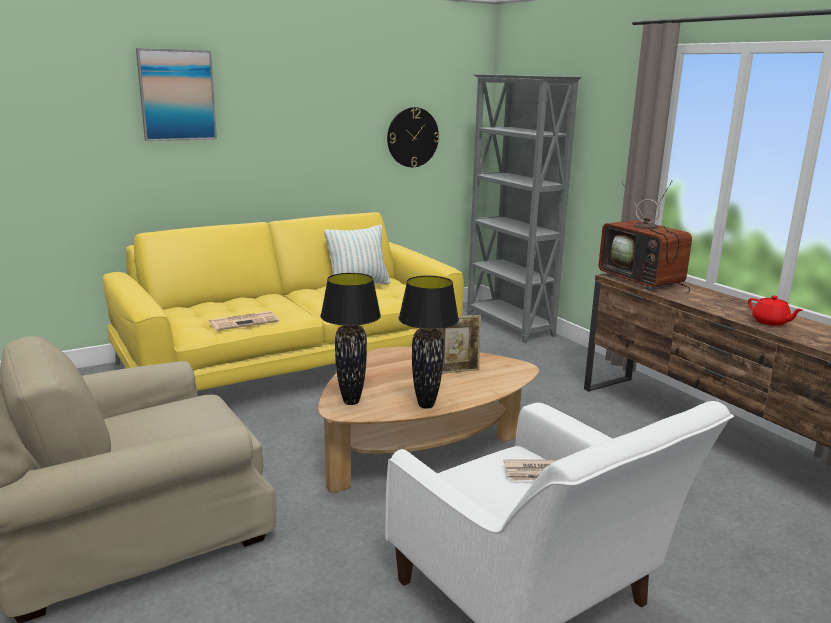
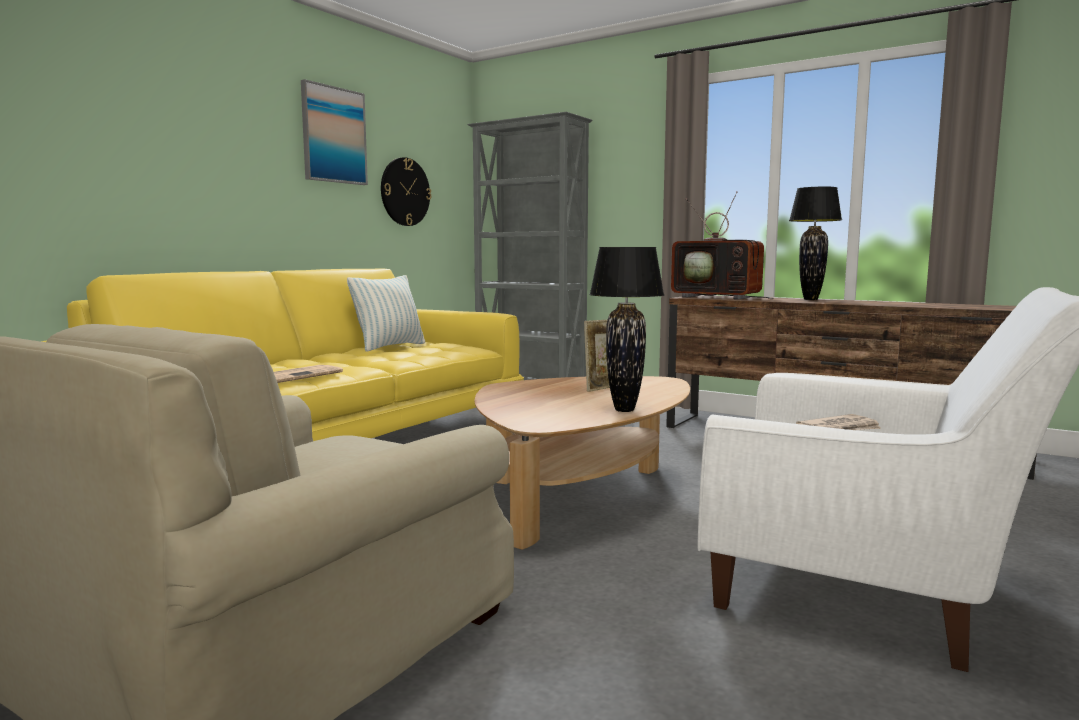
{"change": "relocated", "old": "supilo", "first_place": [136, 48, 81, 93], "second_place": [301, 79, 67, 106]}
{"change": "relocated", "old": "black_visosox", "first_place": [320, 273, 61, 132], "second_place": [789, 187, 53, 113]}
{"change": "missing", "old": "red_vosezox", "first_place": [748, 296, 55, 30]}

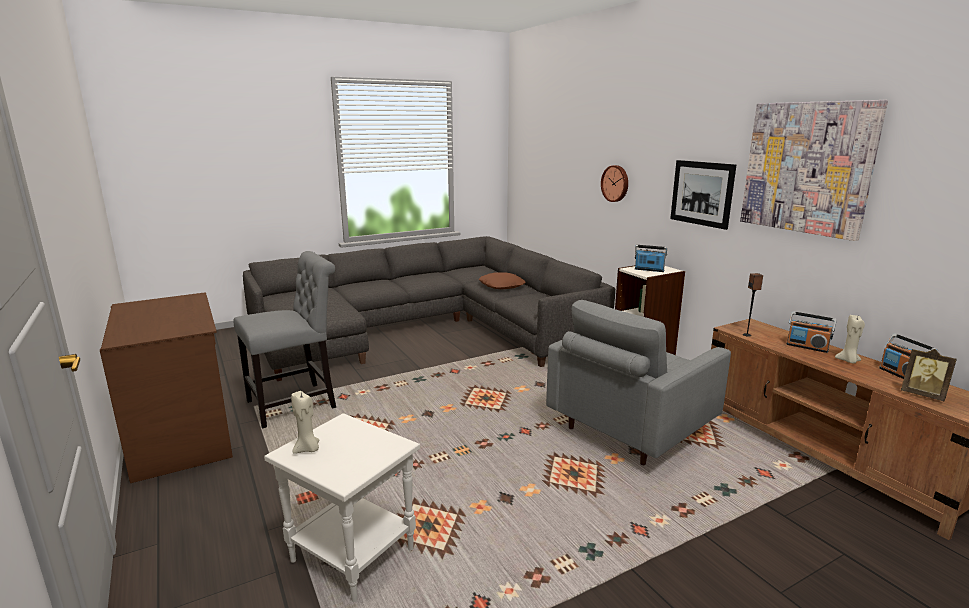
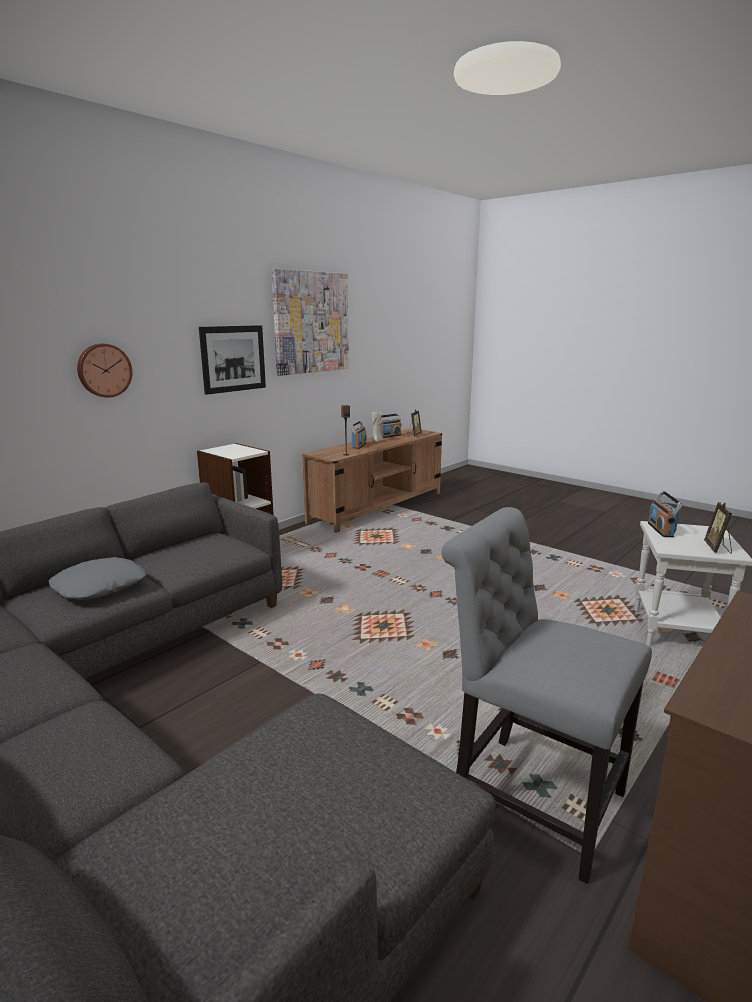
{"change": "colour", "old": "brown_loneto", "new": "grey_loneto", "first_place": [479, 272, 46, 17], "second_place": [48, 557, 98, 43]}
{"change": "relocated", "old": "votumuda", "first_place": [635, 245, 32, 27], "second_place": [648, 490, 35, 47]}
{"change": "exchanged", "old": "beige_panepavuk", "new": "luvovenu", "first_place": [291, 391, 28, 63], "second_place": [704, 502, 28, 52]}
{"change": "missing", "old": "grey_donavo", "first_place": [546, 300, 185, 165]}

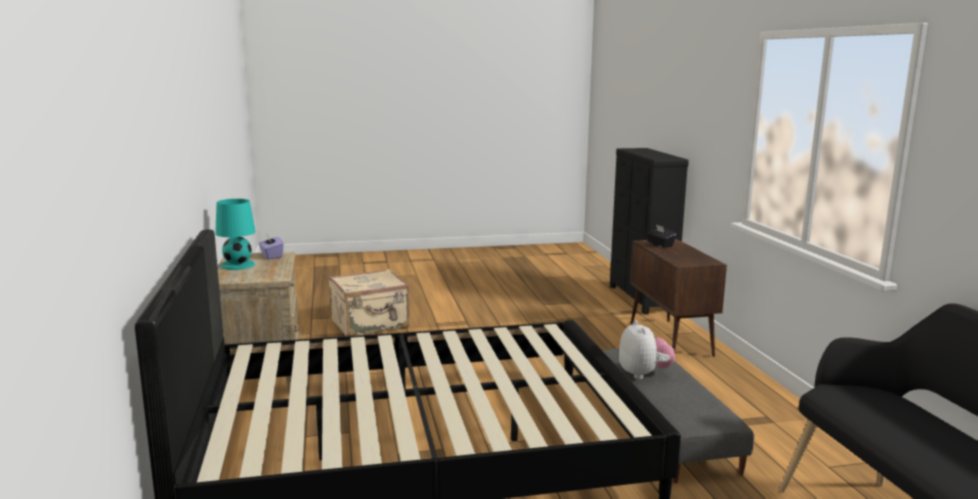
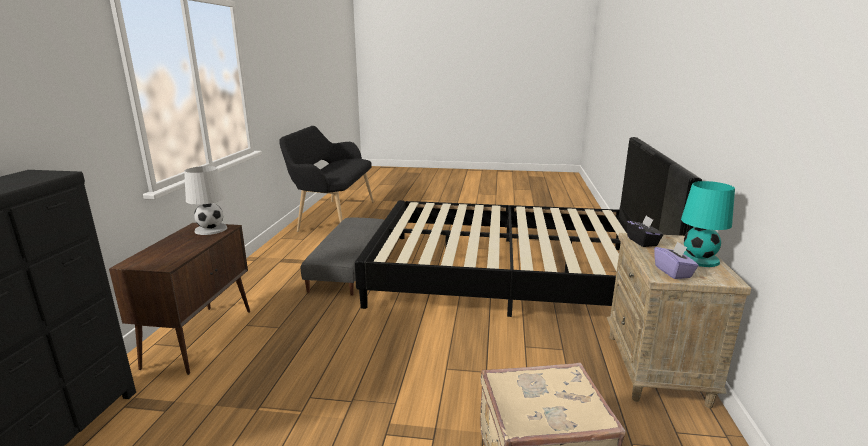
{"change": "appeared", "new": "white_visosox", "second_place": [184, 166, 43, 69]}
{"change": "relocated", "old": "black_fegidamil", "first_place": [647, 224, 29, 24], "second_place": [627, 216, 36, 31]}
{"change": "missing", "old": "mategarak", "first_place": [619, 320, 56, 59]}

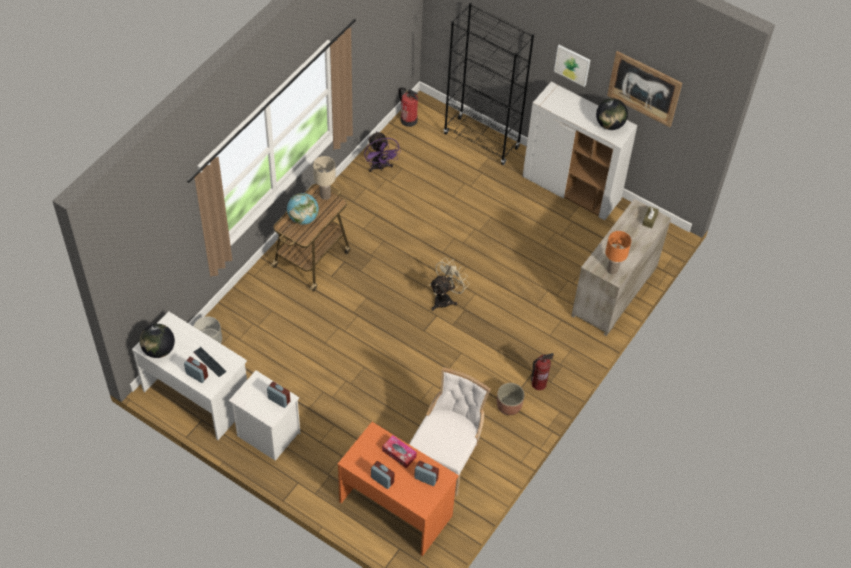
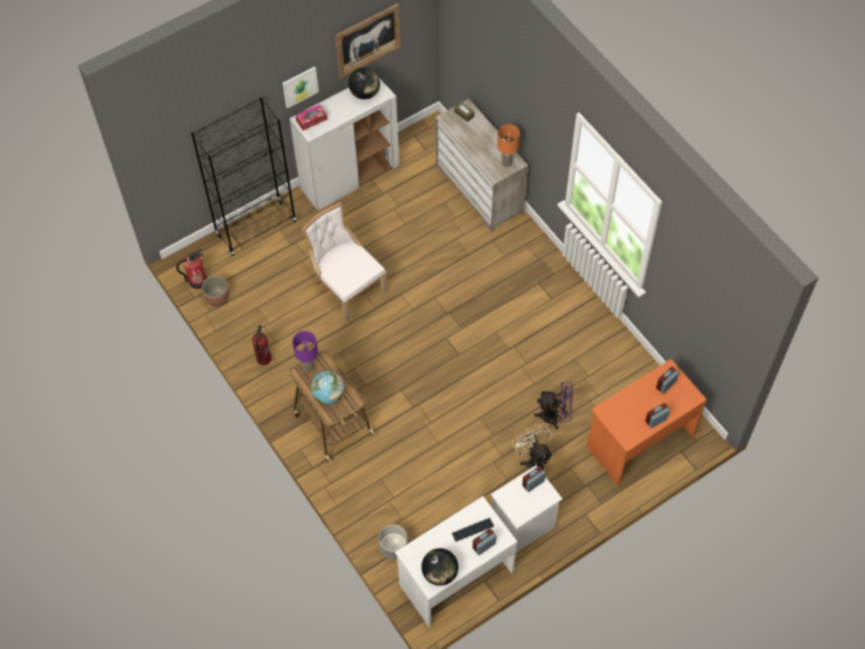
{"change": "relocated", "old": "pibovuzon", "first_place": [497, 383, 28, 32], "second_place": [202, 276, 27, 31]}
{"change": "relocated", "old": "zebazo", "first_place": [531, 353, 23, 37], "second_place": [252, 325, 19, 40]}
{"change": "colour", "old": "beige_visosox", "new": "purple_visosox", "first_place": [313, 156, 23, 44], "second_place": [292, 331, 26, 41]}
{"change": "relocated", "old": "fegidamil", "first_place": [382, 435, 35, 33], "second_place": [296, 104, 31, 27]}
{"change": "relocated", "old": "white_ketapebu", "first_place": [409, 367, 81, 130], "second_place": [302, 202, 86, 123]}
{"change": "relocated", "old": "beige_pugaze", "first_place": [429, 258, 40, 53], "second_place": [512, 424, 41, 46]}
{"change": "relocated", "old": "purple_pugaze", "first_place": [364, 131, 37, 41], "second_place": [534, 382, 39, 47]}

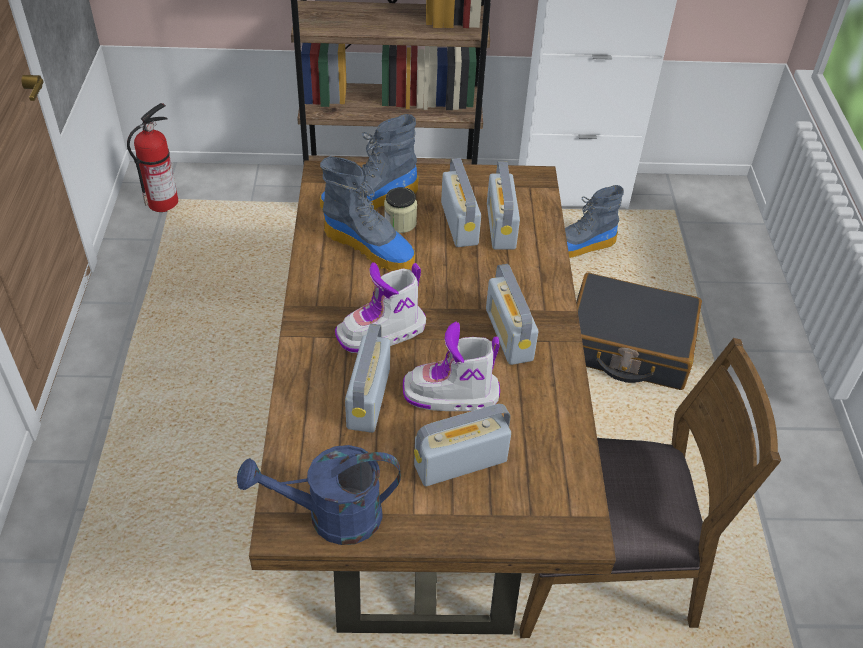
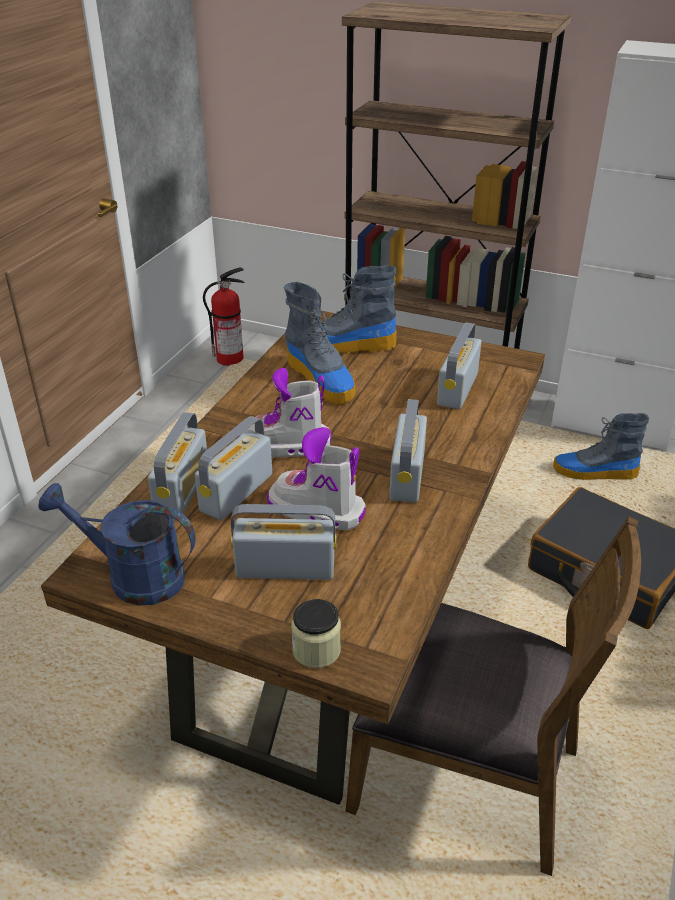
{"change": "relocated", "old": "votumuda", "first_place": [441, 158, 40, 89], "second_place": [148, 412, 59, 102]}
{"change": "relocated", "old": "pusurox", "first_place": [384, 187, 33, 46], "second_place": [291, 599, 50, 69]}

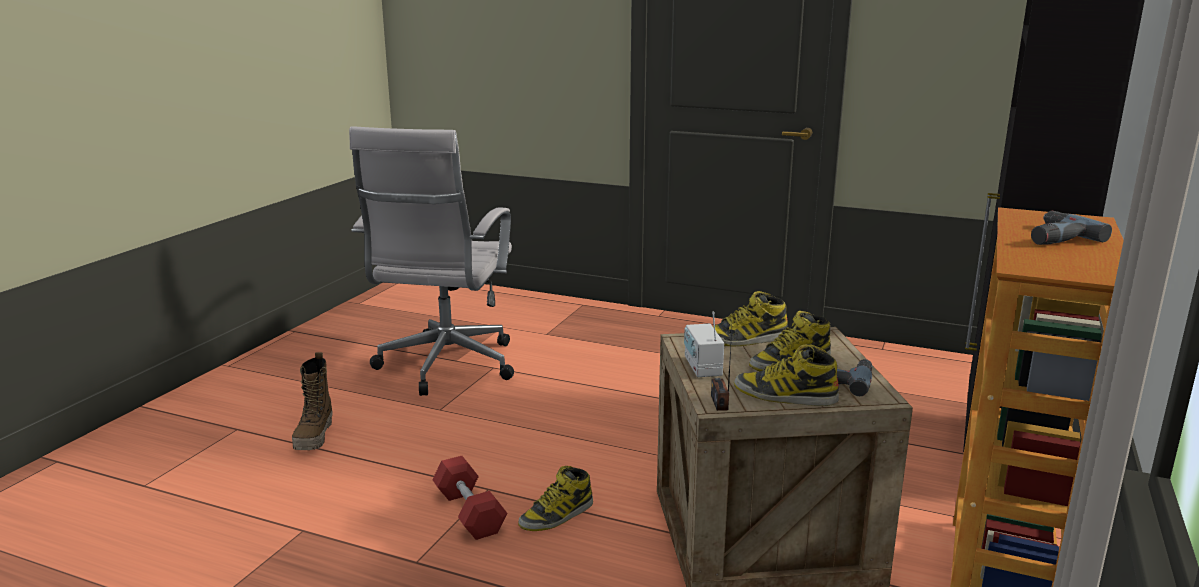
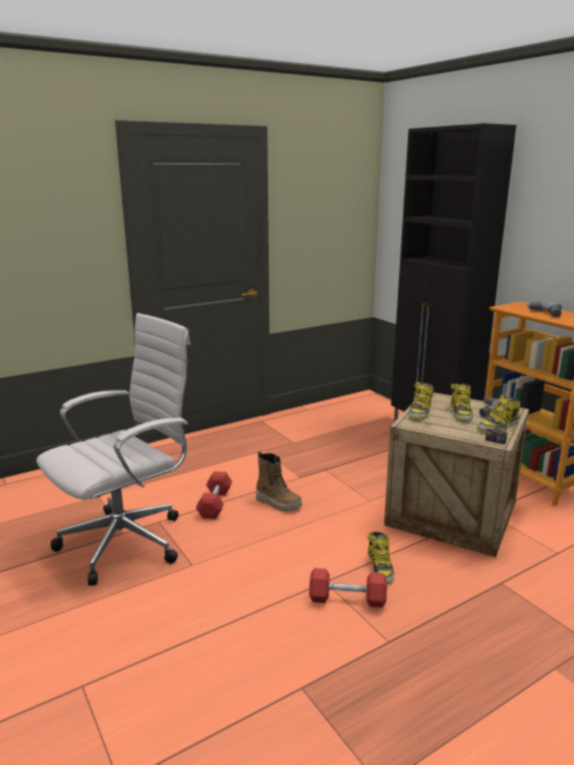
{"change": "spun", "old": "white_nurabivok", "first_place": [349, 127, 165, 269], "second_place": [36, 313, 155, 273], "degrees": -90}
{"change": "appeared", "new": "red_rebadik", "second_place": [196, 471, 36, 48]}
{"change": "relocated", "old": "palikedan", "first_place": [292, 352, 41, 98], "second_place": [256, 451, 46, 61]}
{"change": "missing", "old": "votumuda", "first_place": [684, 312, 40, 65]}

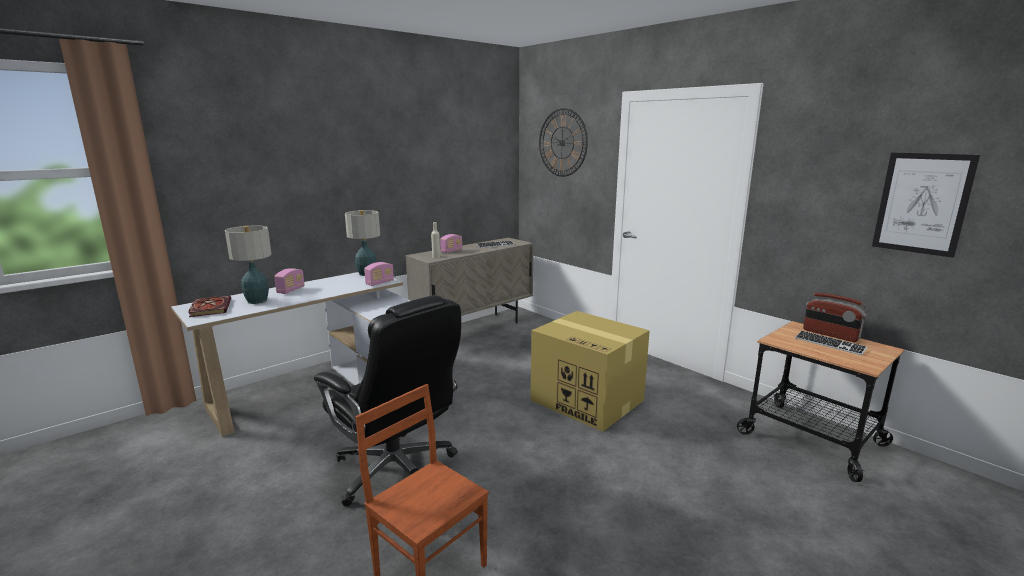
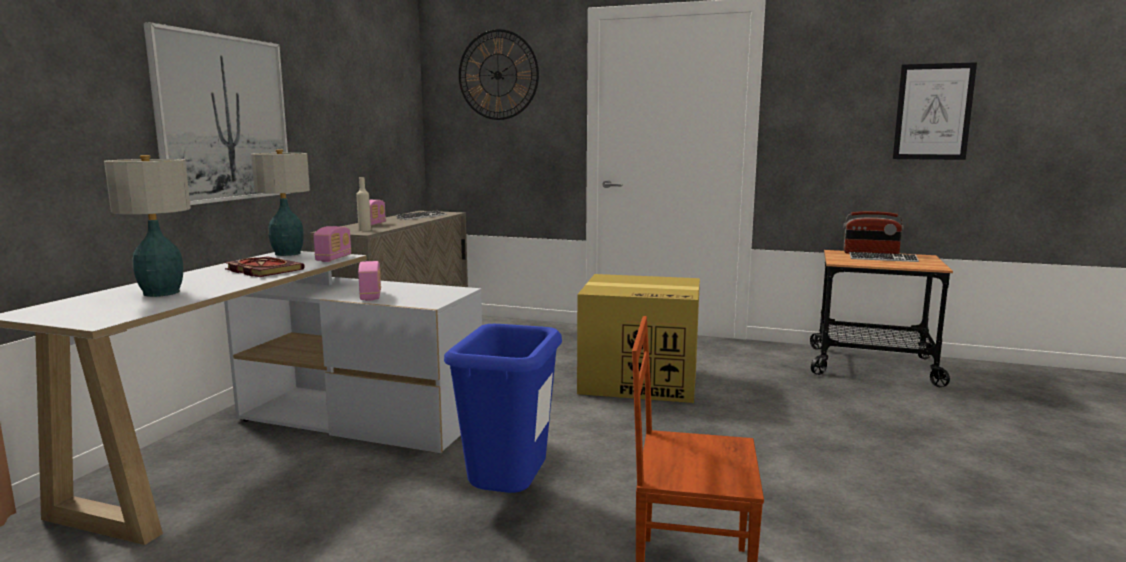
{"change": "appeared", "new": "supilo", "second_place": [143, 22, 148, 183]}
{"change": "relocated", "old": "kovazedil", "first_place": [188, 296, 43, 21], "second_place": [224, 256, 81, 21]}
{"change": "relocated", "old": "votumuda", "first_place": [274, 268, 31, 26], "second_place": [358, 261, 23, 40]}
{"change": "exchanged", "old": "black_nurabivok", "new": "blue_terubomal", "first_place": [314, 295, 147, 211], "second_place": [444, 324, 118, 169]}

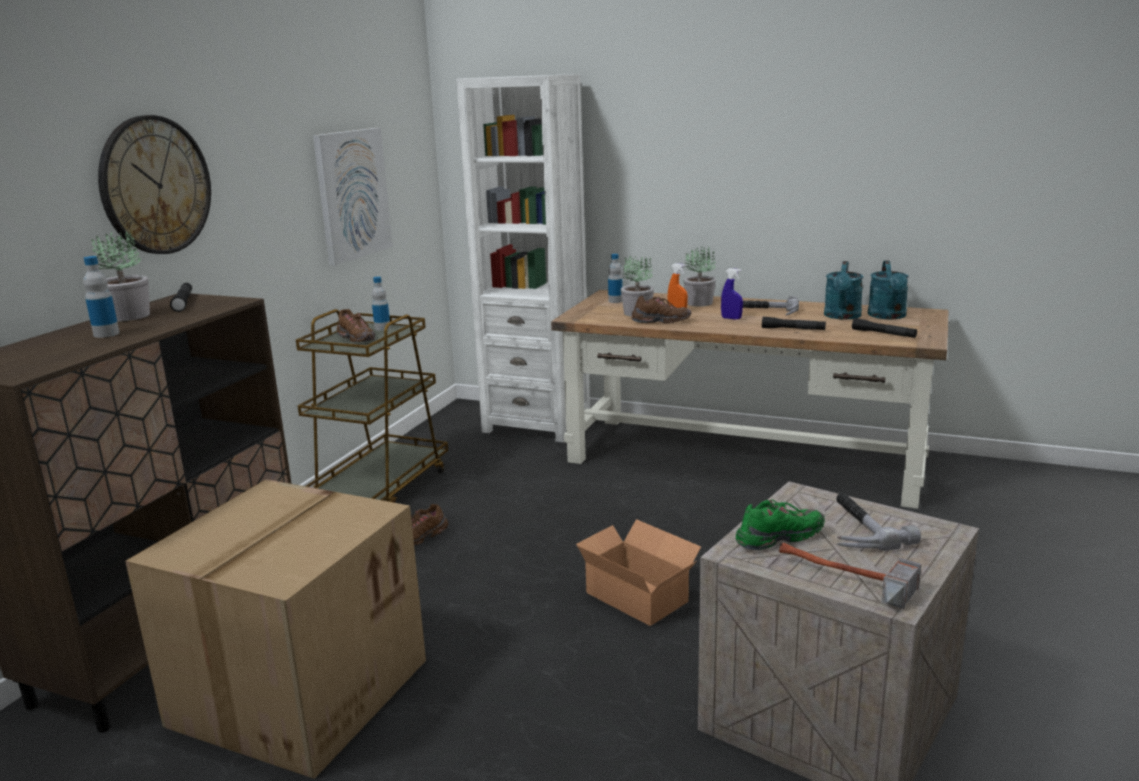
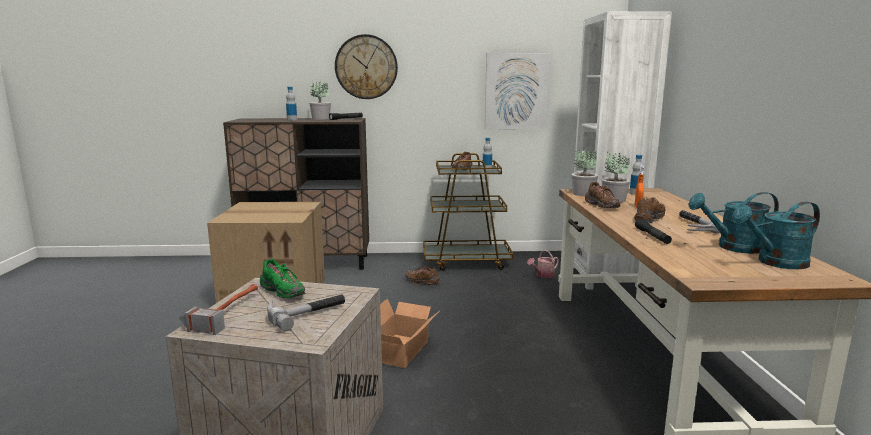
{"change": "appeared", "new": "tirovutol", "second_place": [527, 250, 32, 28]}
{"change": "relocated", "old": "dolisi", "first_place": [683, 246, 33, 61], "second_place": [571, 149, 27, 47]}
{"change": "exchanged", "old": "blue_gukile", "new": "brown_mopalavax", "first_place": [721, 268, 22, 52], "second_place": [634, 197, 32, 26]}
{"change": "missing", "old": "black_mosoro", "first_place": [852, 318, 65, 20]}

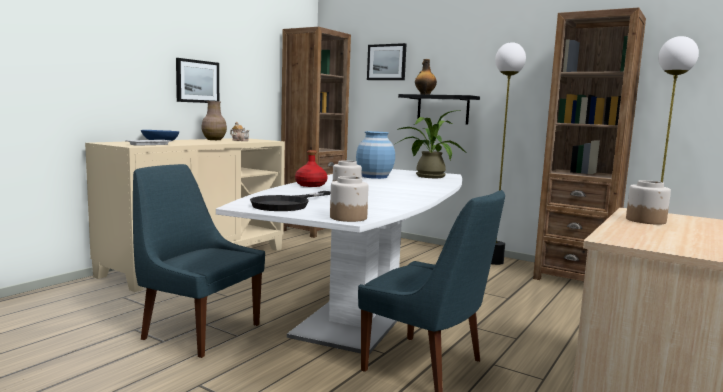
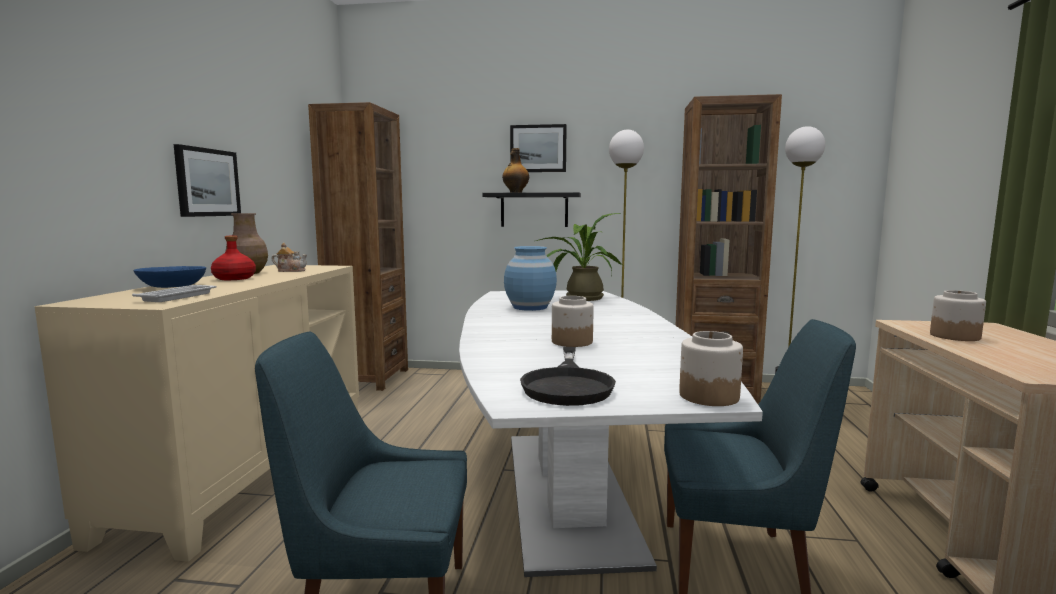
{"change": "relocated", "old": "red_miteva", "first_place": [295, 150, 33, 37], "second_place": [211, 236, 45, 44]}
{"change": "relocated", "old": "supilo", "first_place": [367, 43, 39, 37], "second_place": [510, 124, 57, 48]}

